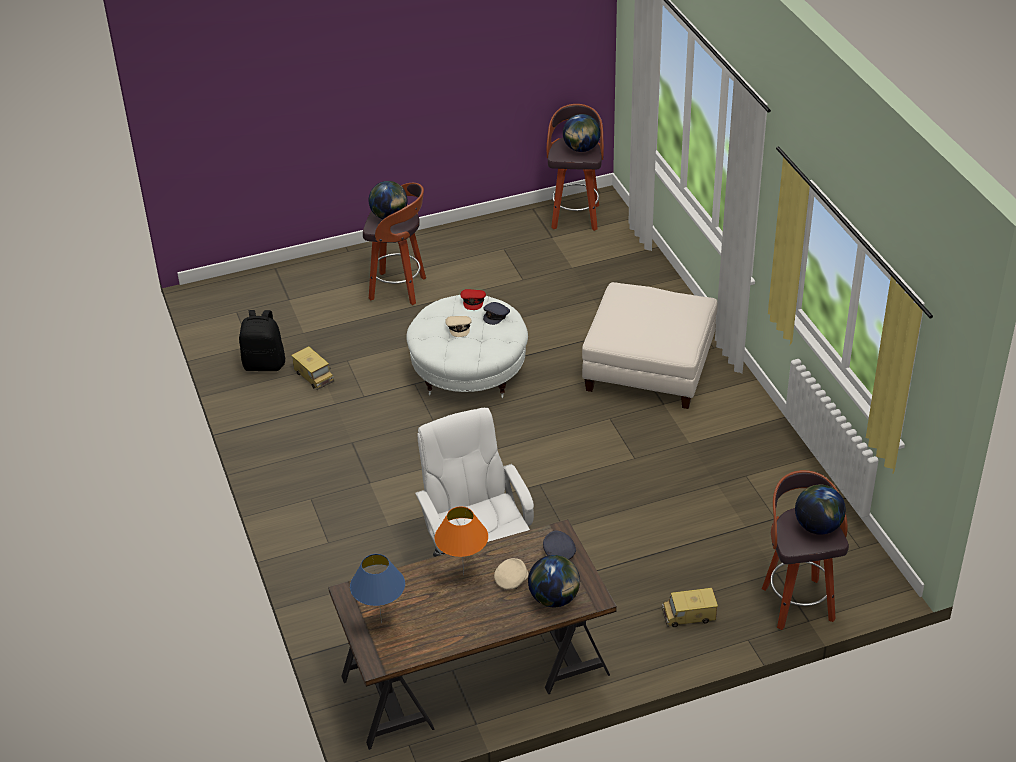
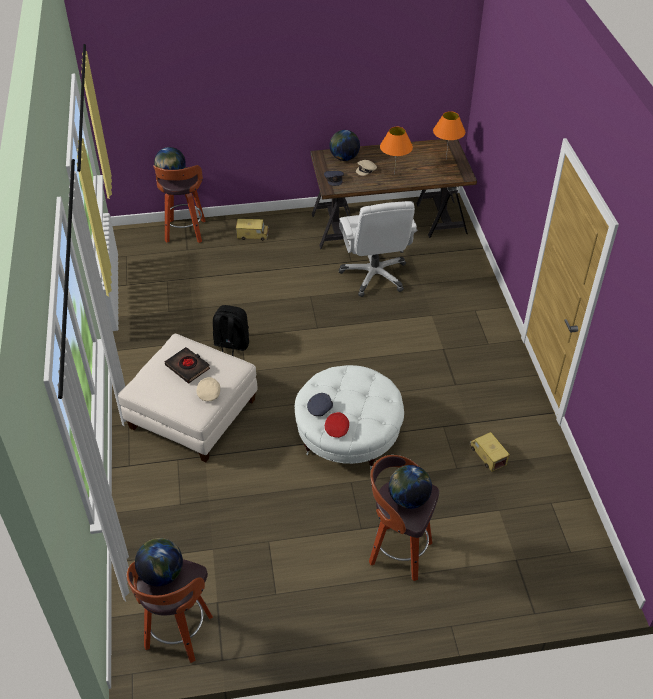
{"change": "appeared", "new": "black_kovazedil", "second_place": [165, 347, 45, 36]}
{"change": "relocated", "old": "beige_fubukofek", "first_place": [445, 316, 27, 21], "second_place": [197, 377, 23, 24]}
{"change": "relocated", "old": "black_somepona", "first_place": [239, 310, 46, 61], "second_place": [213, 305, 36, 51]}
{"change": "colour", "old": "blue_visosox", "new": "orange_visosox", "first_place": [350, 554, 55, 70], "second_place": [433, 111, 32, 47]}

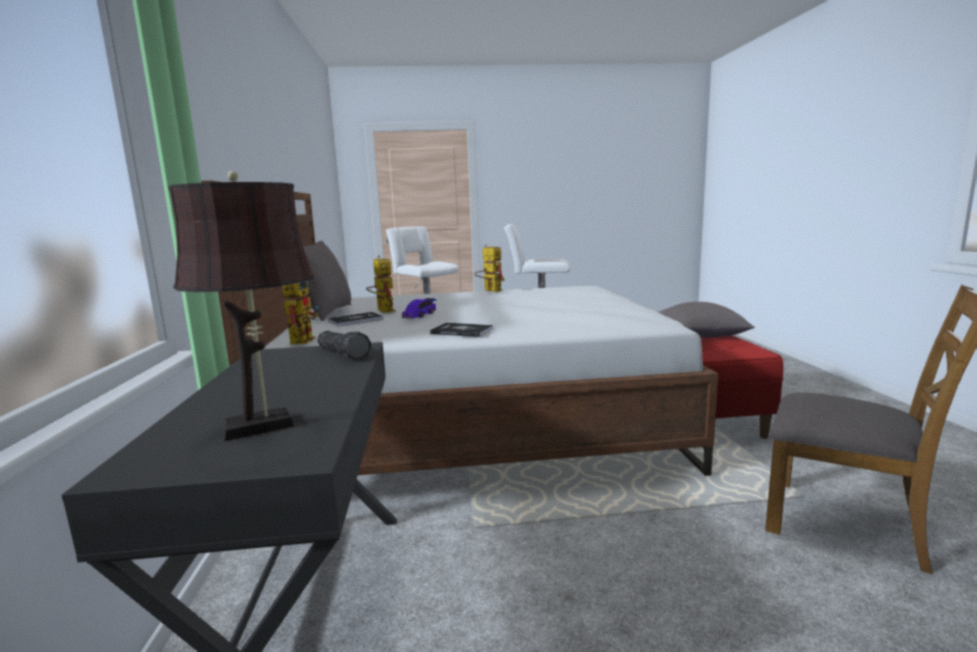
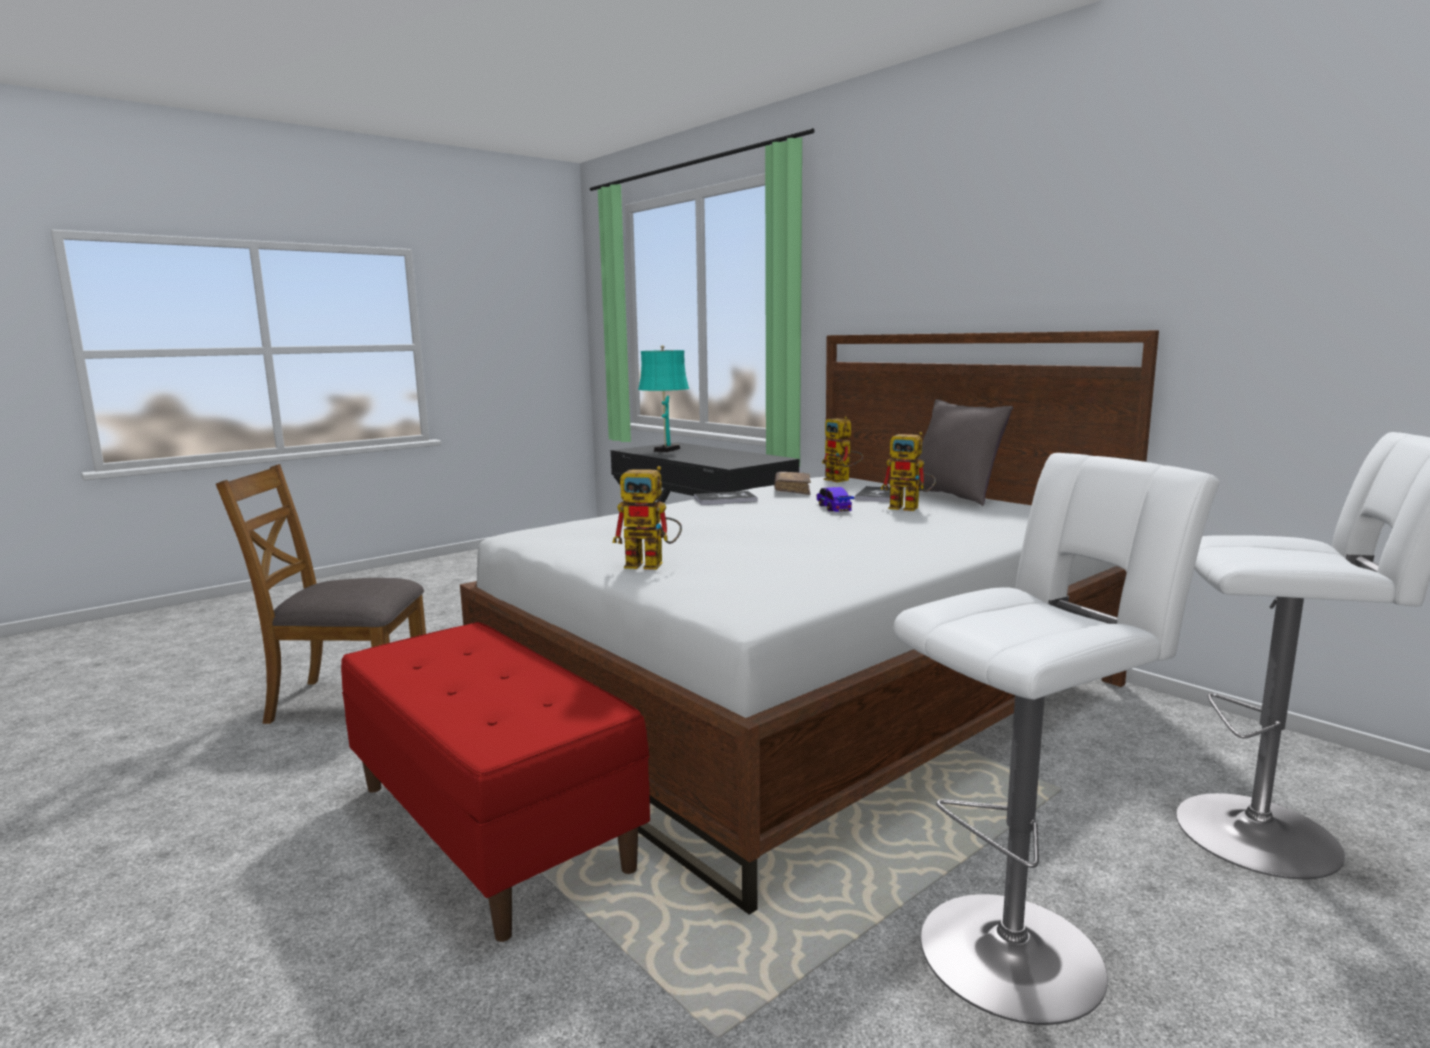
{"change": "relocated", "old": "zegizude", "first_place": [474, 245, 31, 47], "second_place": [612, 466, 70, 104]}
{"change": "colour", "old": "brown_visosox", "new": "turquoise_visosox", "first_place": [168, 171, 146, 270], "second_place": [638, 345, 51, 107]}
{"change": "appeared", "new": "brown_kovazedil", "second_place": [774, 472, 37, 23]}
{"change": "missing", "old": "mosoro", "first_place": [317, 331, 54, 28]}
{"change": "missing", "old": "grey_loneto", "first_place": [658, 302, 97, 36]}

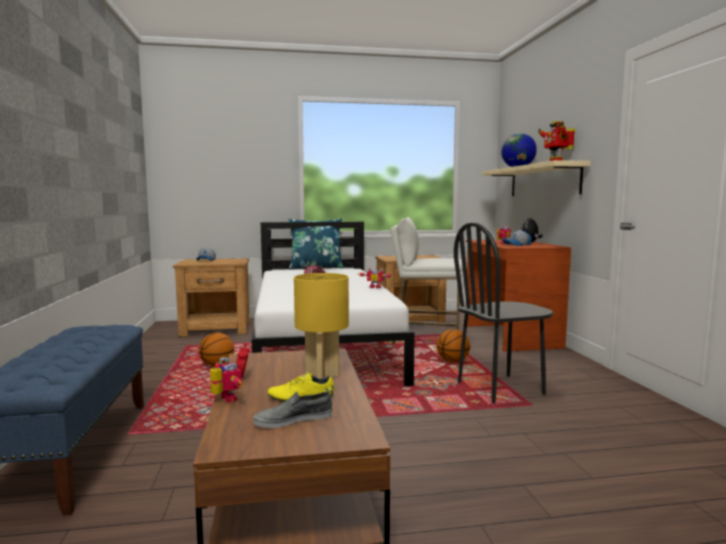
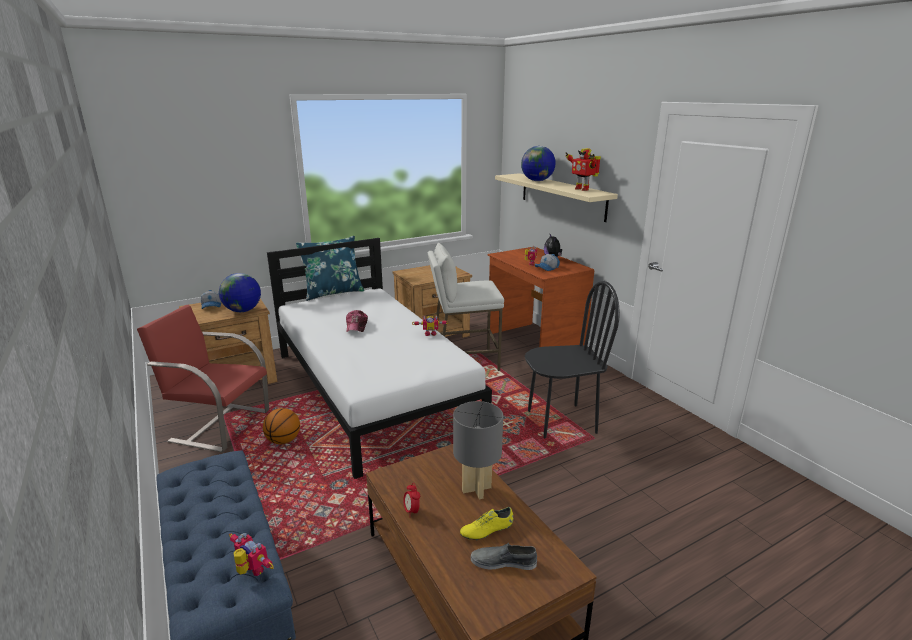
{"change": "appeared", "new": "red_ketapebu", "second_place": [137, 305, 132, 147]}
{"change": "appeared", "new": "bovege", "second_place": [219, 273, 42, 39]}
{"change": "relocated", "old": "zegizude", "first_place": [210, 357, 32, 46], "second_place": [229, 533, 45, 43]}
{"change": "colour", "old": "yellow_visosox", "new": "grey_visosox", "first_place": [294, 273, 55, 106], "second_place": [453, 401, 50, 98]}
{"change": "spun", "old": "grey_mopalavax", "first_place": [253, 392, 79, 36], "second_place": [471, 543, 66, 27], "degrees": 45}
{"change": "spun", "old": "black_ketapebu", "first_place": [454, 222, 100, 182], "second_place": [525, 281, 95, 157], "degrees": -150}
{"change": "missing", "old": "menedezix", "first_place": [437, 329, 33, 34]}

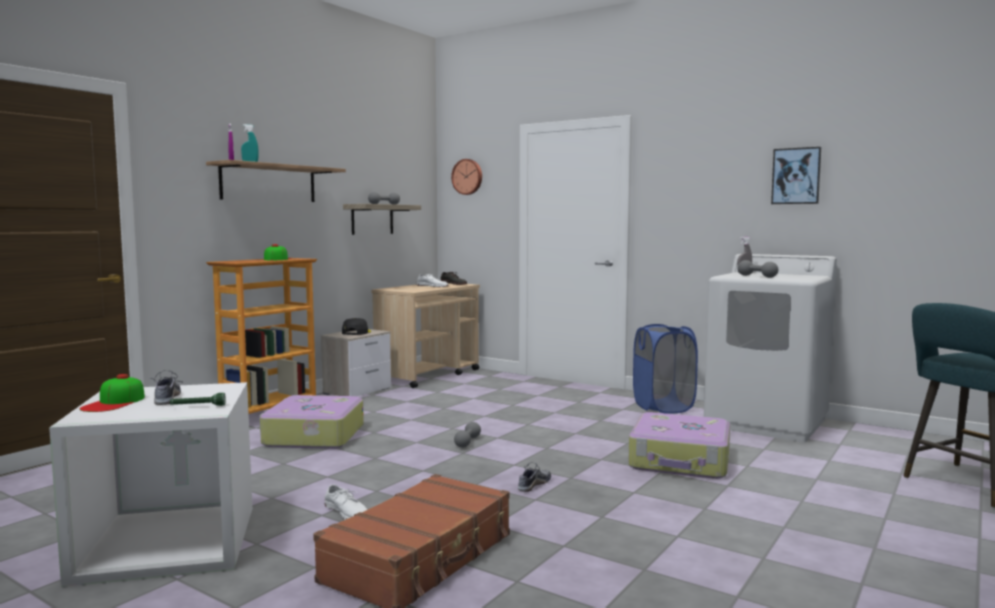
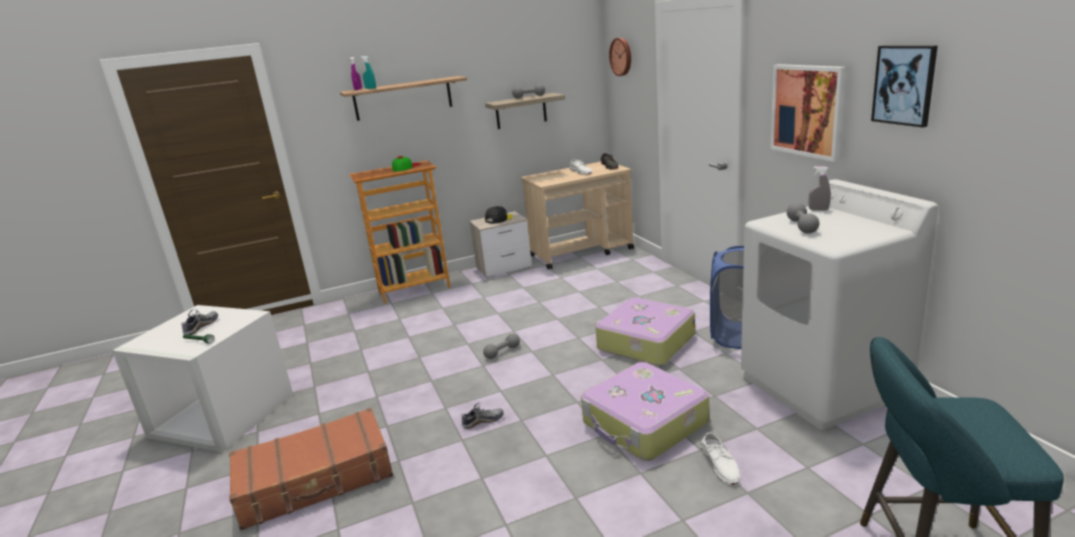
{"change": "relocated", "old": "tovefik", "first_place": [259, 395, 105, 54], "second_place": [595, 297, 100, 69]}
{"change": "relocated", "old": "white_mopalavax", "first_place": [324, 485, 43, 35], "second_place": [701, 433, 39, 52]}
{"change": "appeared", "new": "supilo", "second_place": [770, 64, 76, 98]}
{"change": "missing", "old": "fubukofek", "first_place": [80, 374, 65, 38]}

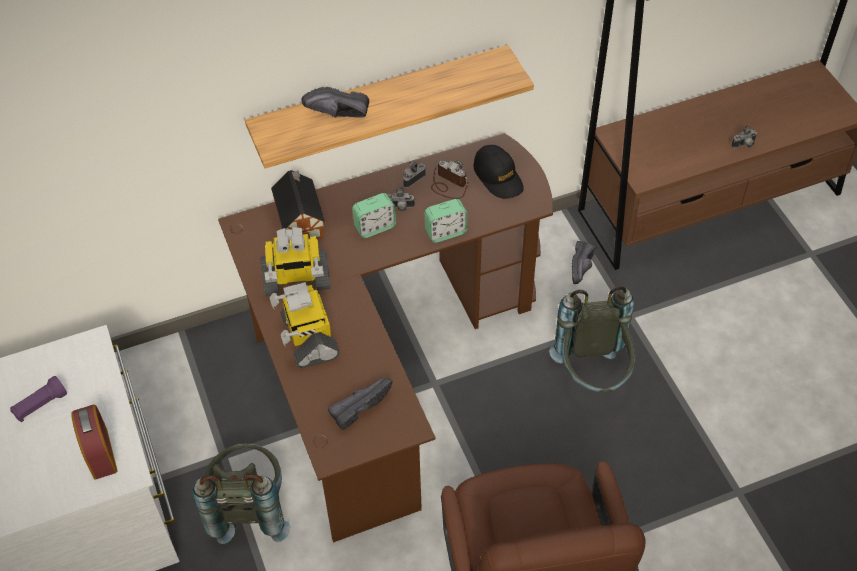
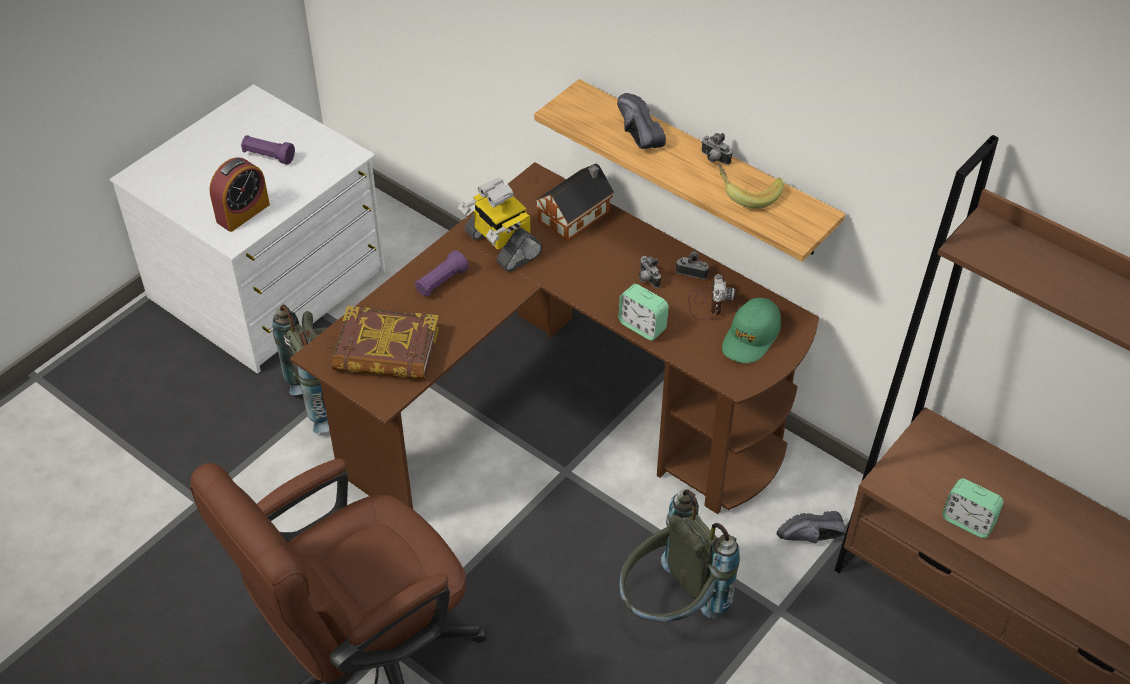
{"change": "exchanged", "old": "black_mopalavax", "new": "kovazedil", "first_place": [328, 378, 64, 52], "second_place": [331, 306, 108, 74]}
{"change": "exchanged", "old": "zegizude", "new": "purple_mosoro", "first_place": [269, 282, 70, 86], "second_place": [415, 250, 53, 46]}
{"change": "relocated", "old": "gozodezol", "first_place": [731, 125, 26, 23], "second_place": [701, 133, 31, 32]}
{"change": "appeared", "new": "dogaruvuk", "second_place": [718, 164, 66, 45]}
{"change": "colour", "old": "black_fubukofek", "new": "green_fubukofek", "first_place": [473, 145, 51, 54], "second_place": [722, 298, 59, 65]}
{"change": "relocated", "old": "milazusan", "first_place": [352, 193, 44, 45], "second_place": [942, 479, 62, 59]}

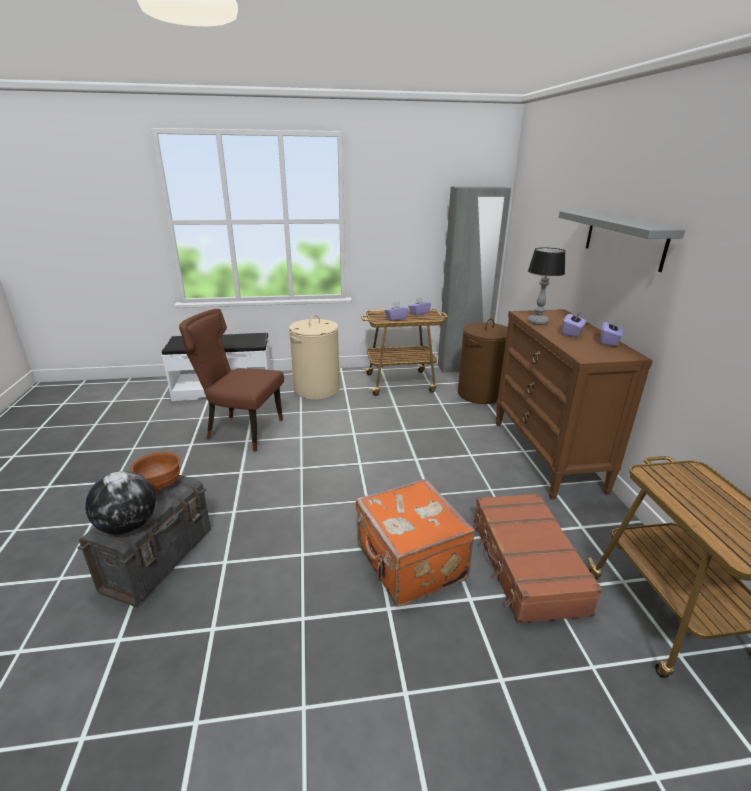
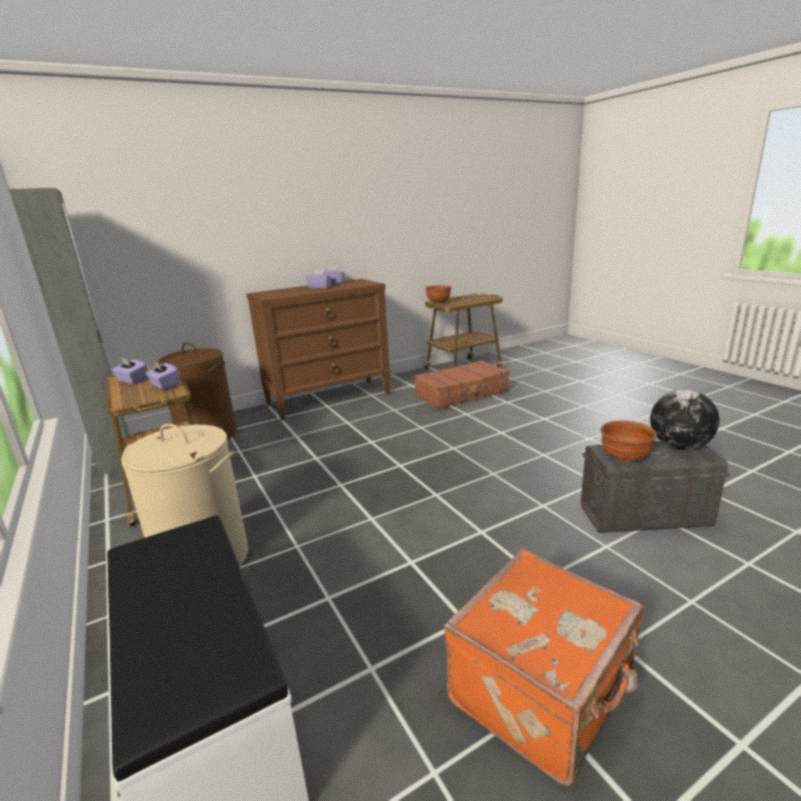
{"change": "appeared", "new": "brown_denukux", "second_place": [425, 285, 27, 18]}
{"change": "relocated", "old": "orange_tovefik", "first_place": [356, 479, 119, 127], "second_place": [444, 549, 199, 237]}
{"change": "missing", "old": "brown_ketapebu", "first_place": [179, 309, 105, 143]}
{"change": "missing", "old": "visosox", "first_place": [527, 247, 38, 78]}
{"change": "missing", "old": "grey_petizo", "first_place": [559, 211, 126, 61]}

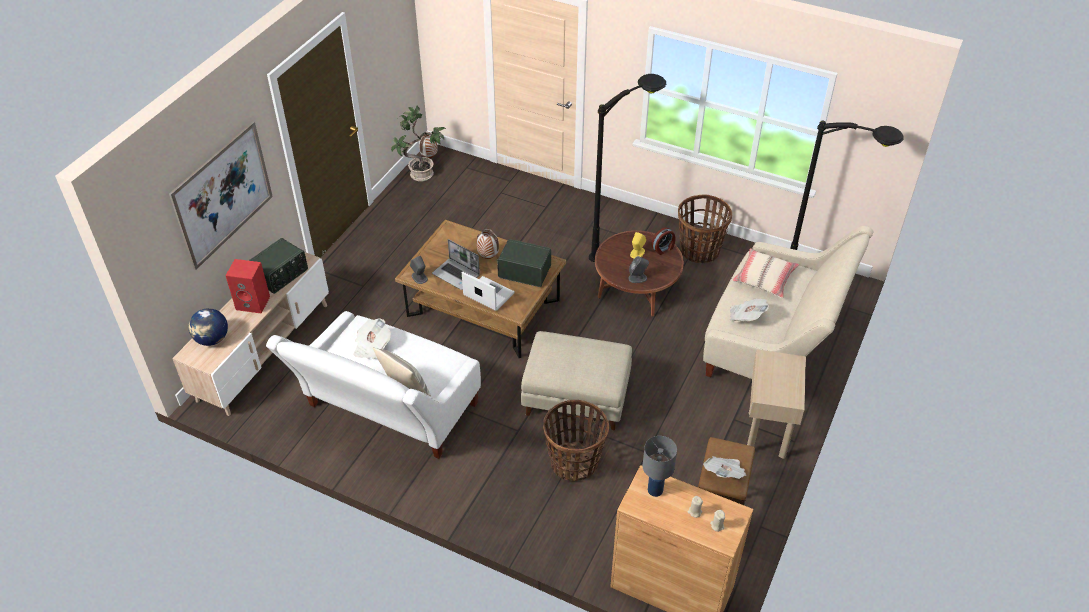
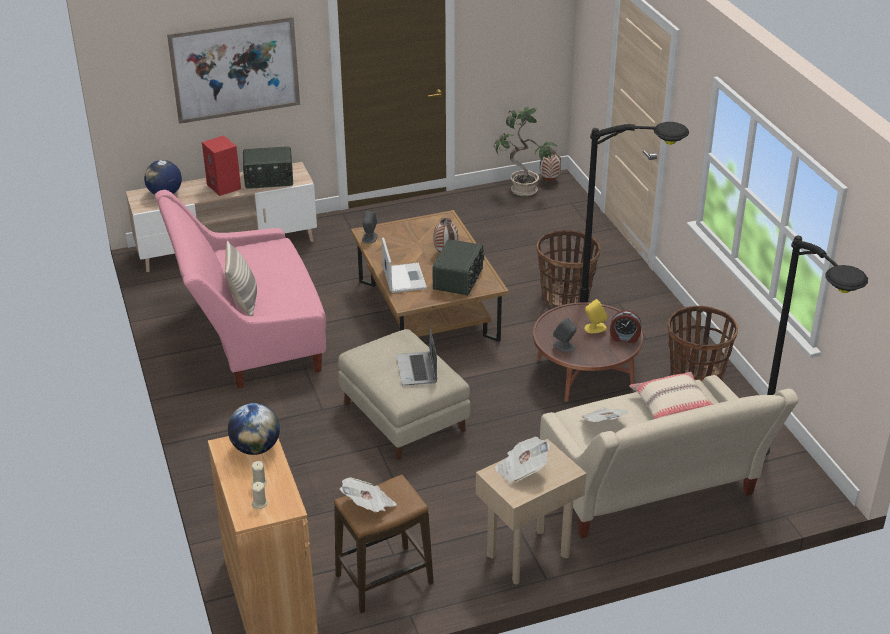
{"change": "colour", "old": "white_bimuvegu", "new": "pink_bimuvegu", "first_place": [266, 311, 215, 148], "second_place": [155, 190, 171, 199]}
{"change": "exchanged", "old": "grey_visosox", "new": "bovege", "first_place": [642, 436, 35, 61], "second_place": [228, 403, 52, 52]}
{"change": "relocated", "old": "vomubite", "first_place": [432, 239, 48, 51], "second_place": [396, 326, 41, 60]}
{"change": "spun", "old": "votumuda", "first_place": [497, 239, 54, 48], "second_place": [432, 239, 52, 57], "degrees": 45}
{"change": "relocated", "old": "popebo", "first_place": [354, 318, 37, 41], "second_place": [495, 437, 56, 47]}
{"change": "relocated", "old": "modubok", "first_place": [543, 400, 66, 81], "second_place": [537, 229, 64, 79]}

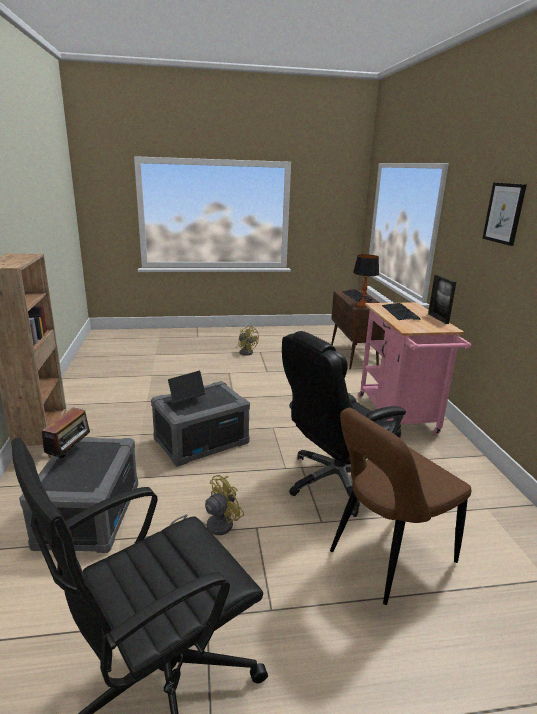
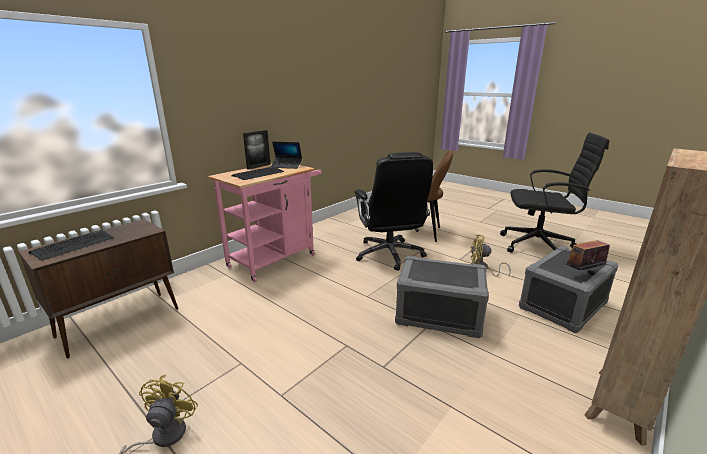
{"change": "relocated", "old": "vomubite", "first_place": [163, 371, 42, 33], "second_place": [271, 142, 31, 27]}
{"change": "spun", "old": "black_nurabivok", "first_place": [282, 331, 124, 186], "second_place": [354, 152, 79, 119], "degrees": 60}
{"change": "missing", "old": "visosox", "first_place": [353, 254, 26, 54]}
{"change": "missing", "old": "supilo", "first_place": [482, 183, 45, 63]}

